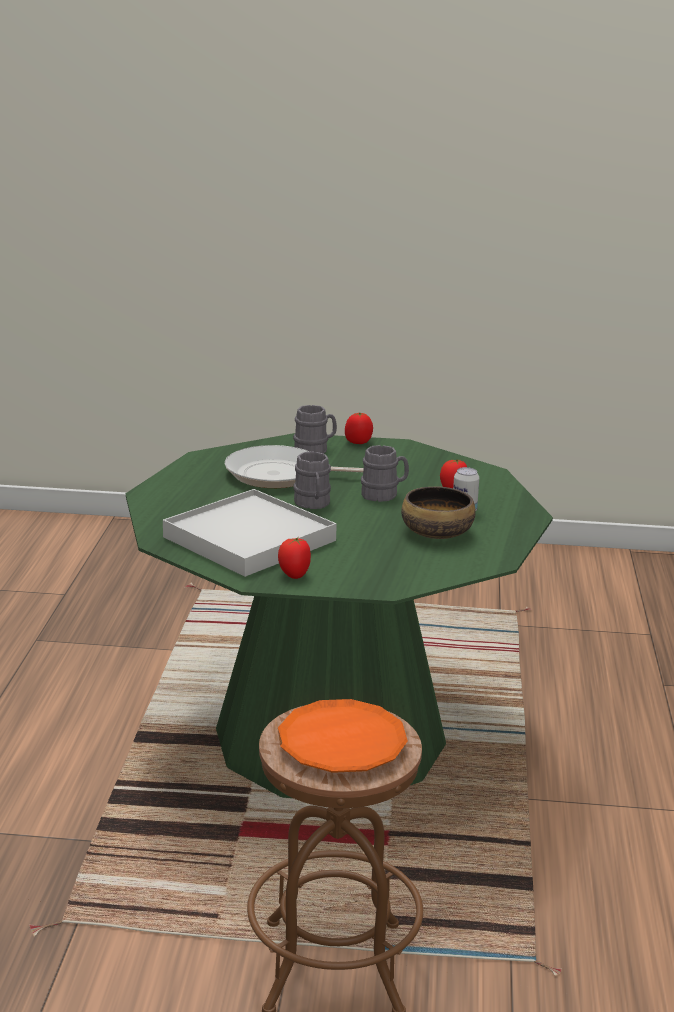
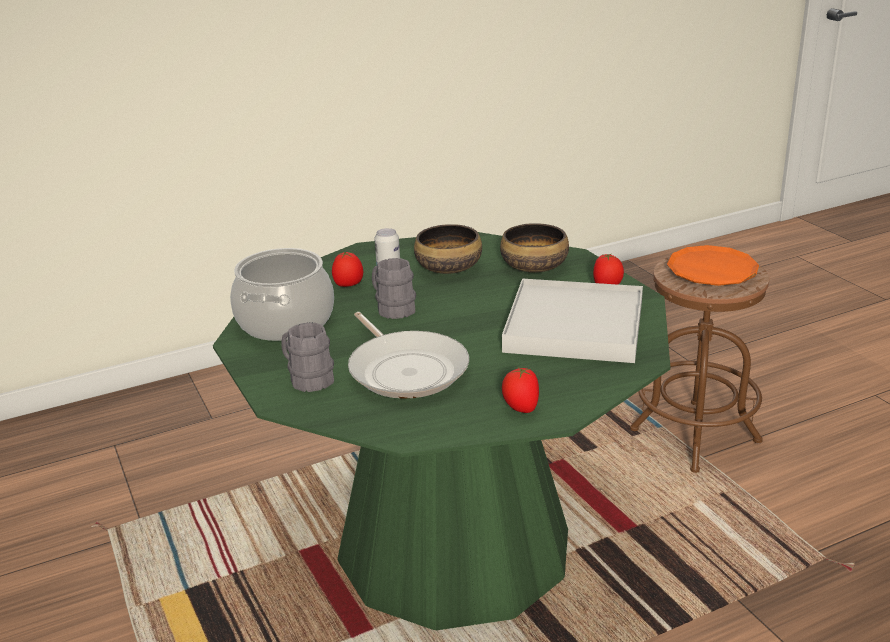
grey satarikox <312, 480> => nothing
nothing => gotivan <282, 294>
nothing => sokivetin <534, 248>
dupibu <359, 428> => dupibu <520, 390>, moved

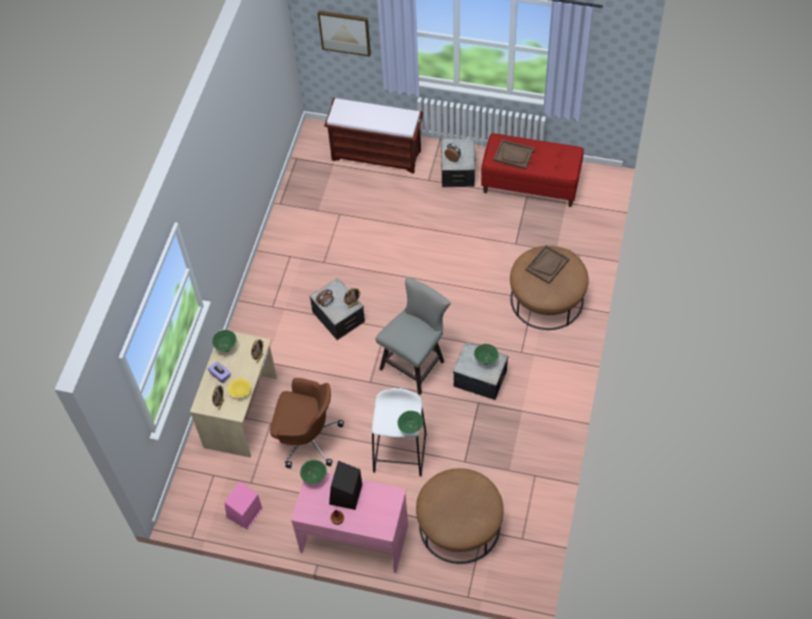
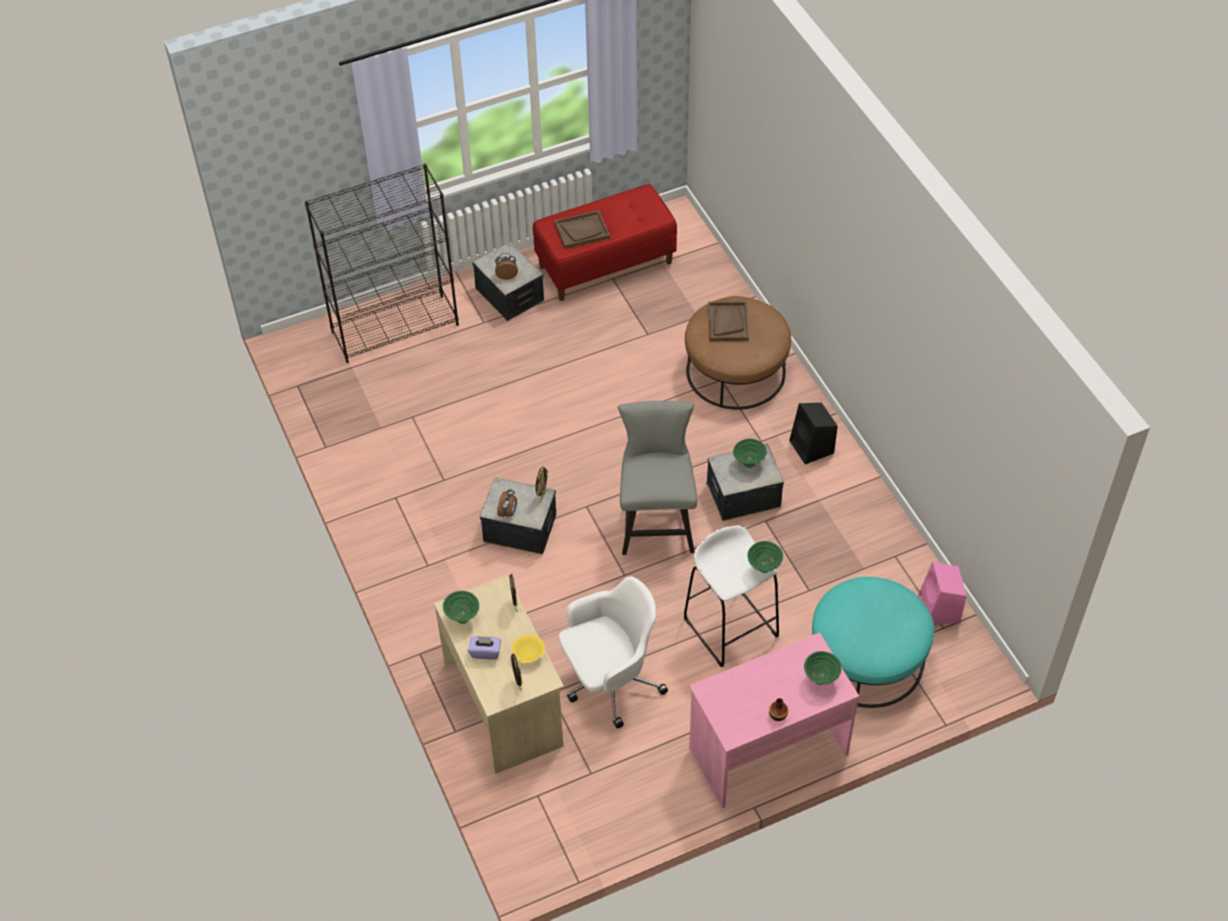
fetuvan <344, 34> => nothing
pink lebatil <243, 506> => pink lebatil <942, 593>, moved
green sokivetin <313, 472> => green sokivetin <822, 668>, moved
black lebatil <345, 485> => black lebatil <813, 433>, moved
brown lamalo <373, 136> => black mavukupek <382, 263>
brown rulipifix <307, 423> => white rulipifix <613, 652>
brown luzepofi <460, 516> => turquoise luzepofi <873, 642>

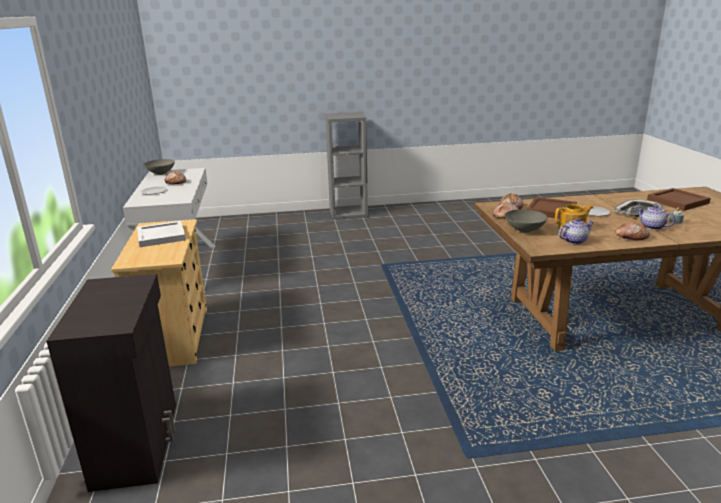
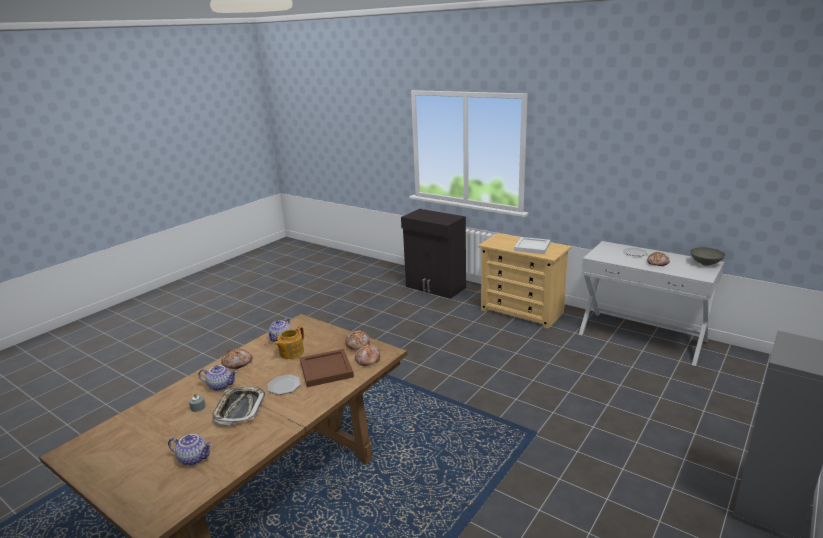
grey sokivetin <526, 221> => nothing
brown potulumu <679, 199> => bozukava <190, 450>

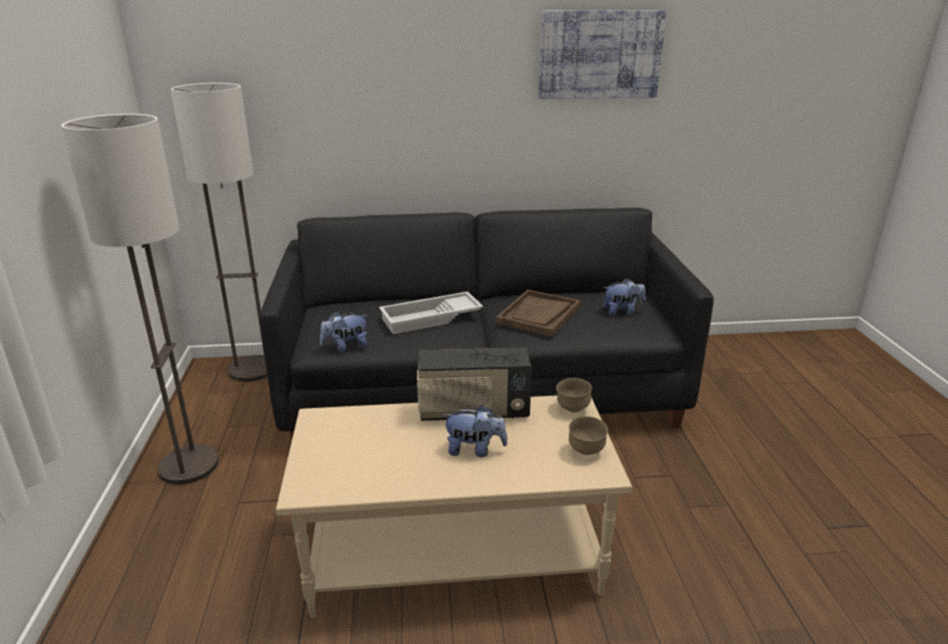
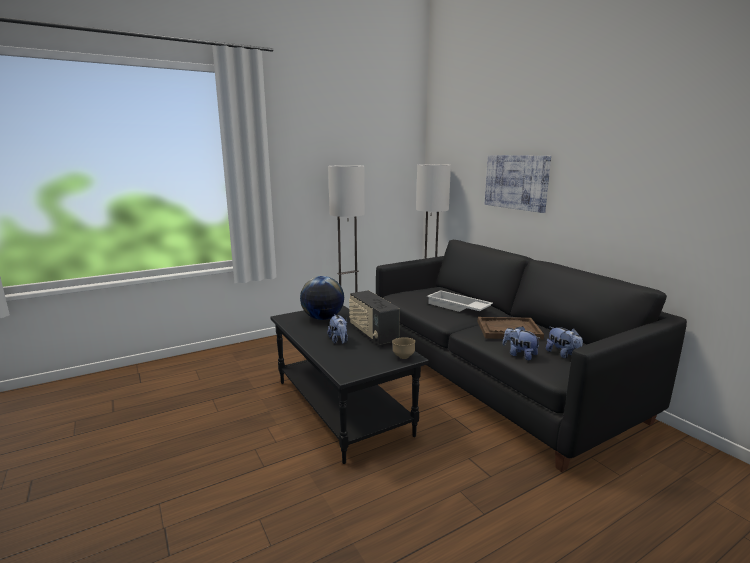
brown sokivetin <588, 435> => nothing
nothing => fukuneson <322, 298>
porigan <344, 331> => porigan <521, 343>, moved
fetuvan <602, 54> => fetuvan <518, 184>, moved
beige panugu <454, 506> => black panugu <350, 384>

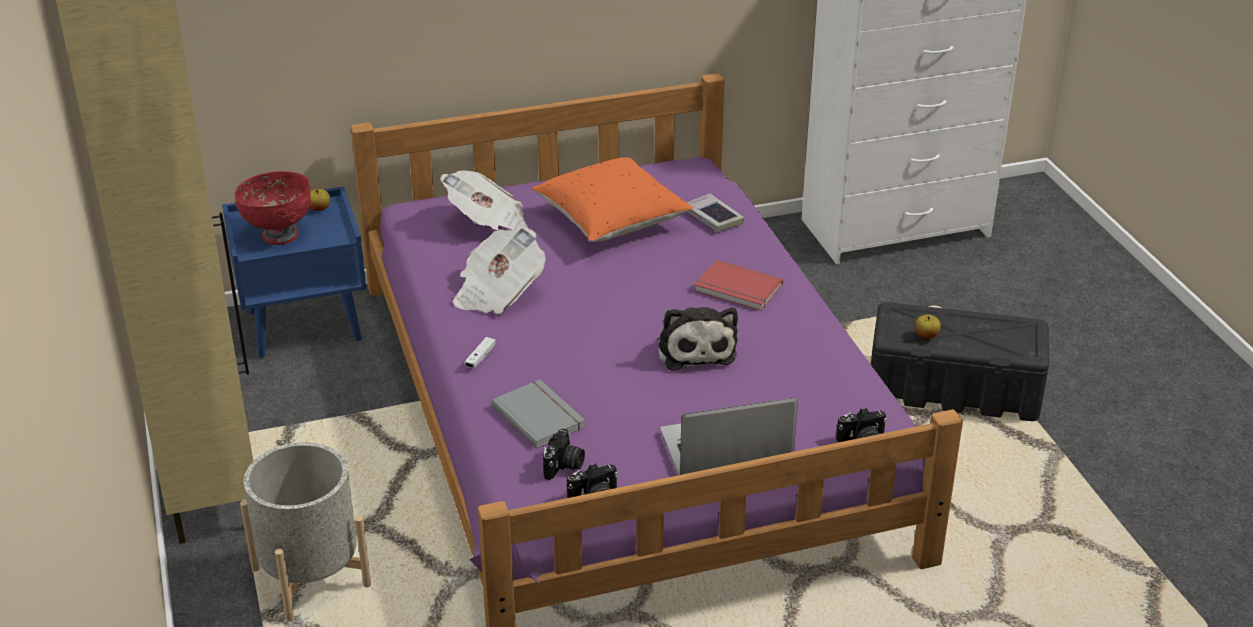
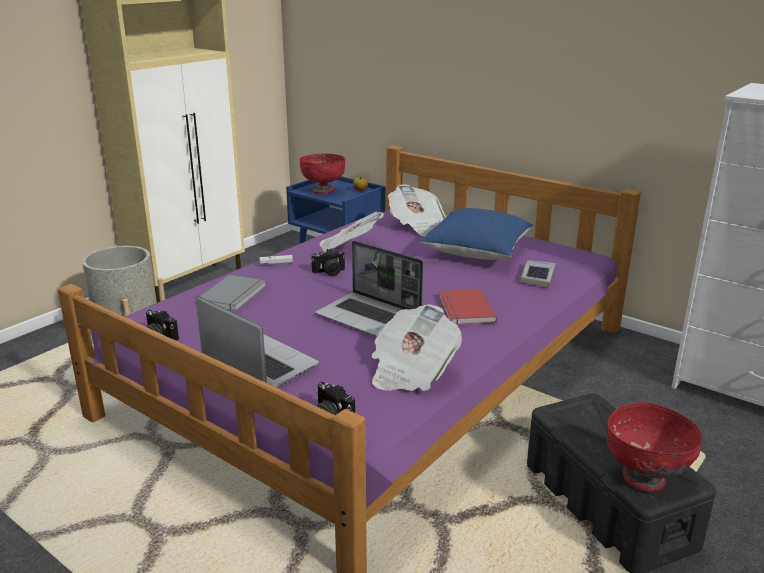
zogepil <928, 326> => nothing
nothing => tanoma <416, 347>
nothing => red sokivetin <654, 447>
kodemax <564, 454> => kodemax <328, 262>, moved
porigan <698, 339> => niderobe <369, 288>
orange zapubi <612, 199> => blue zapubi <476, 234>

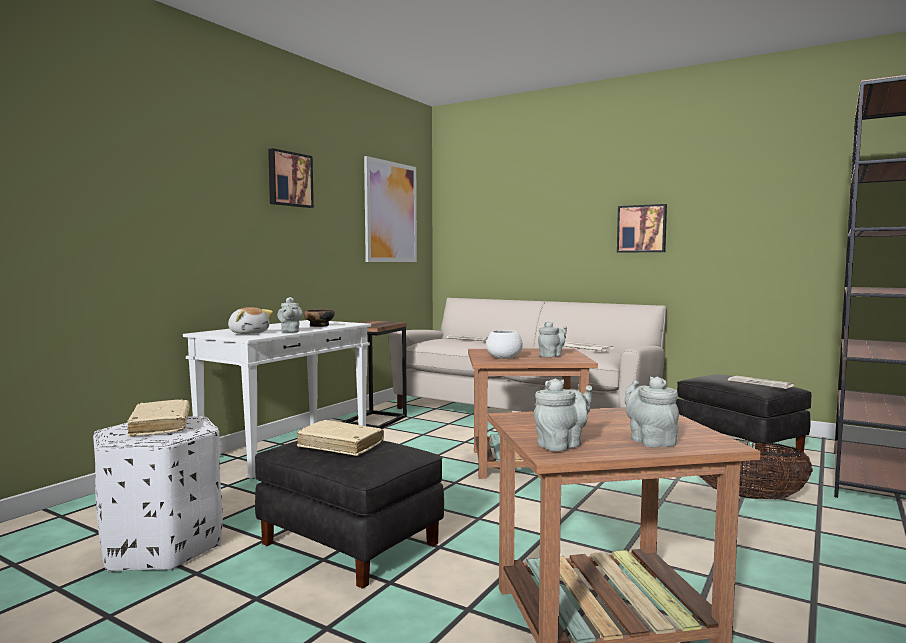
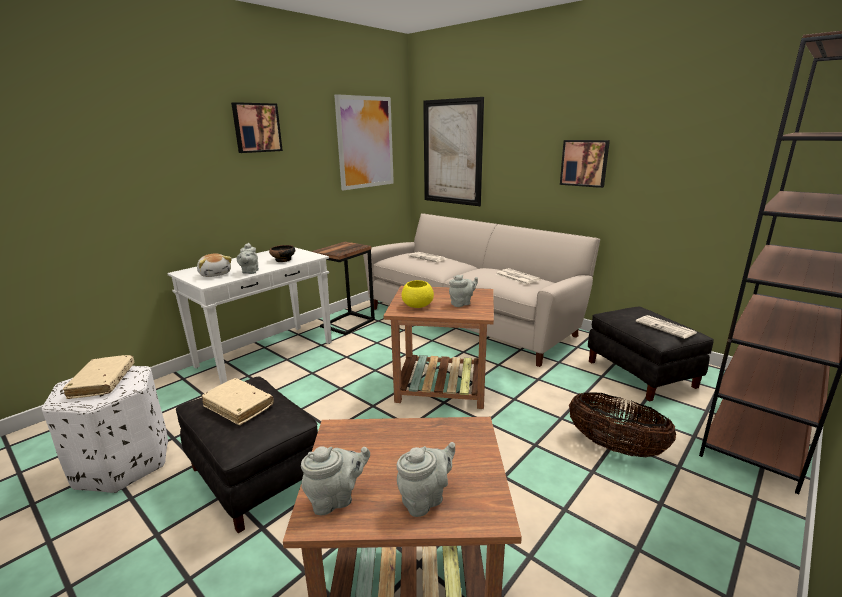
nothing => fetuvan <453, 151>
white sokivetin <504, 344> => yellow sokivetin <418, 294>
grey bozukava <652, 412> => grey bozukava <426, 479>, 60 degrees clockwise

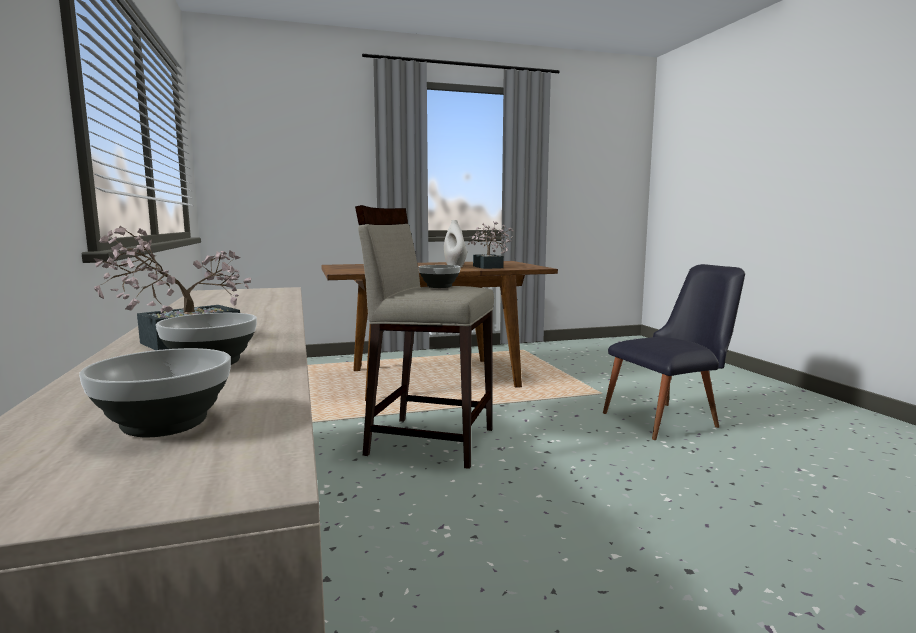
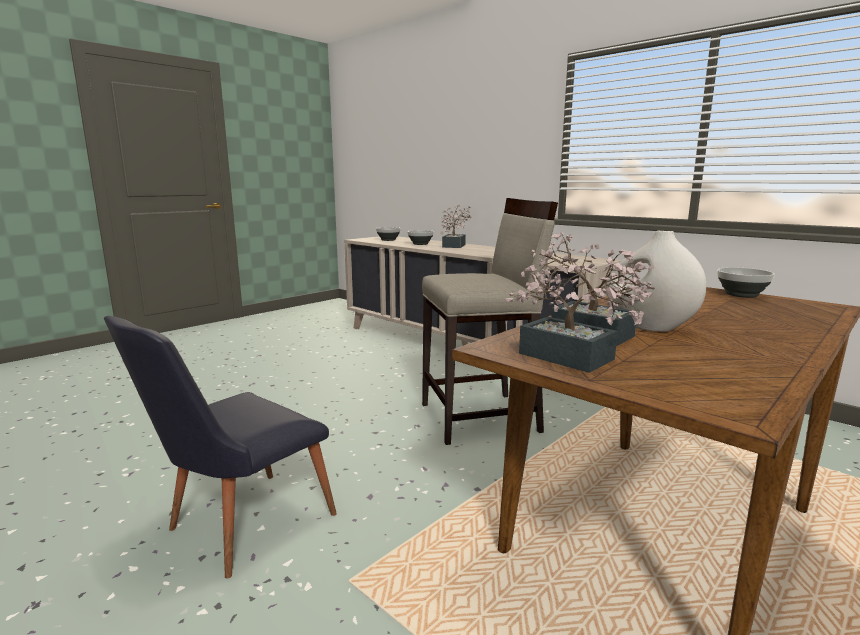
nothing => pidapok <579, 311>
sokivetin <439, 276> => sokivetin <746, 282>, moved

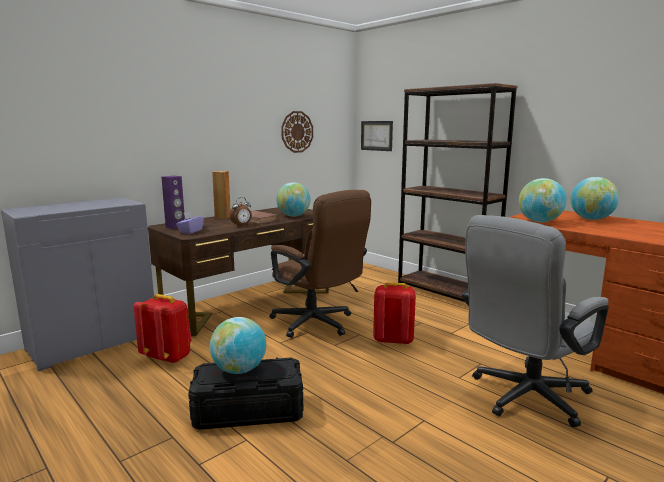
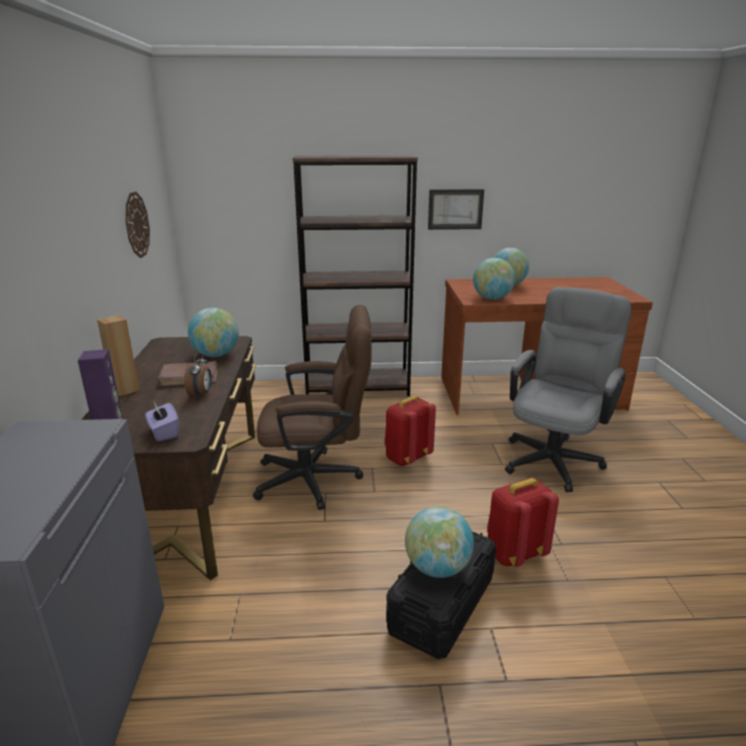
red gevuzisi <162, 329> => red gevuzisi <523, 522>, moved
fetuvan <377, 136> => fetuvan <456, 209>, moved
grey rulipifix <535, 321> => grey rulipifix <568, 389>, 150 degrees counterclockwise

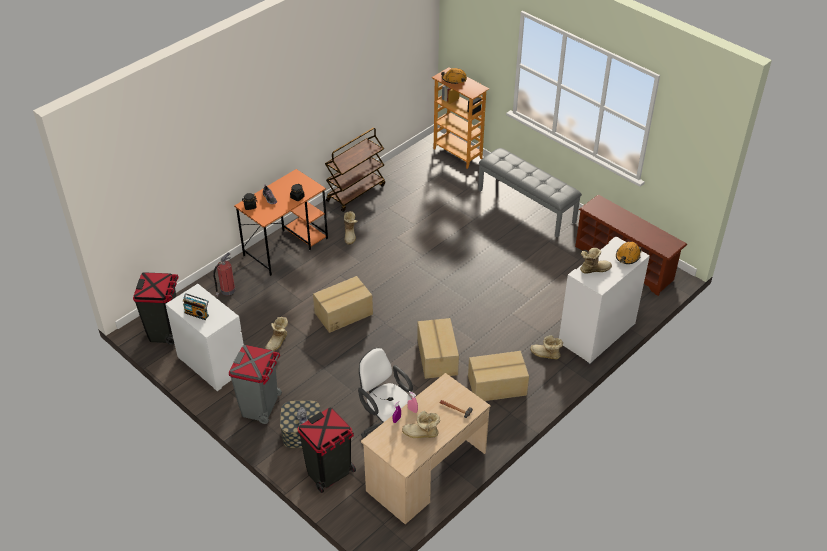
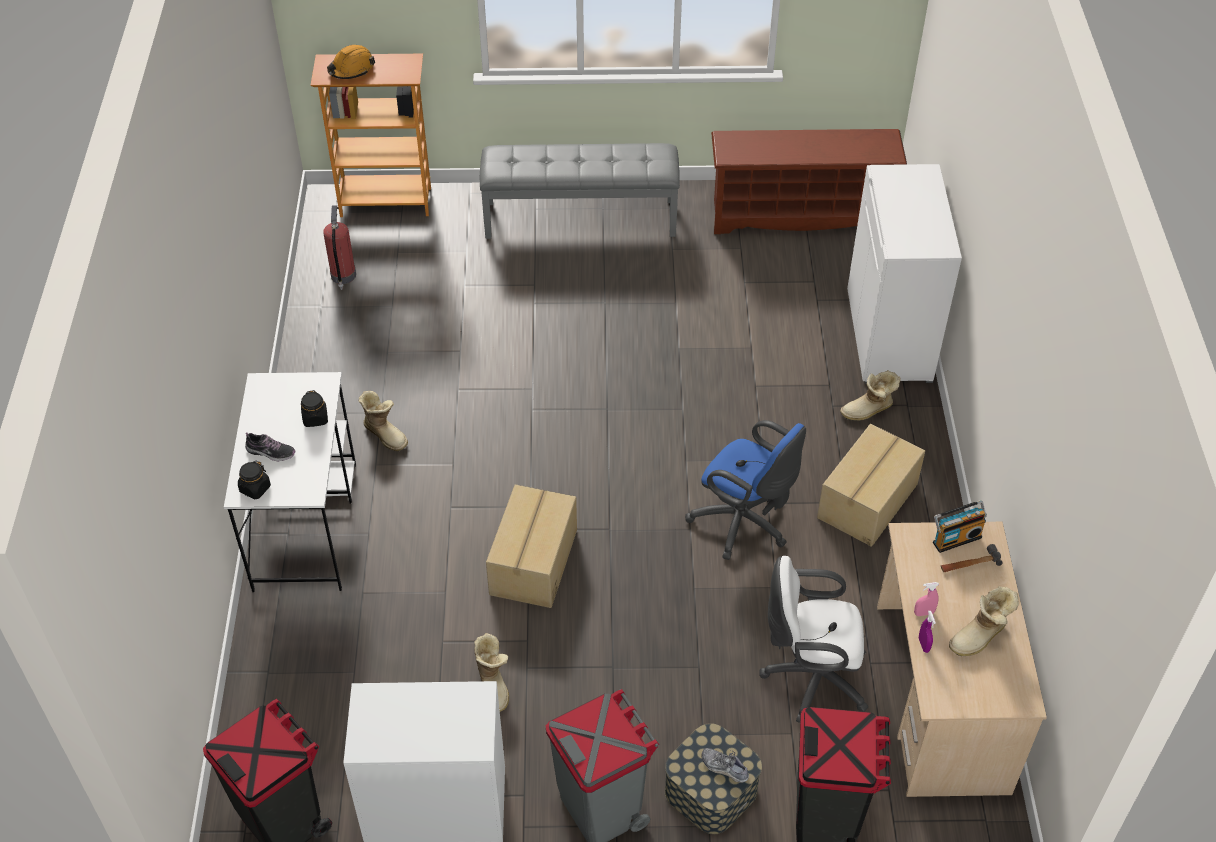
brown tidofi <355, 170> => nothing
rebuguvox <596, 260> => nothing
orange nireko <629, 253> => nothing
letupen <196, 306> => letupen <960, 526>, moved
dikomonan <224, 274> => dikomonan <339, 248>, moved
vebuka <438, 348> => blue rulipifix <745, 490>
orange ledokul <281, 222> => white ledokul <290, 482>

